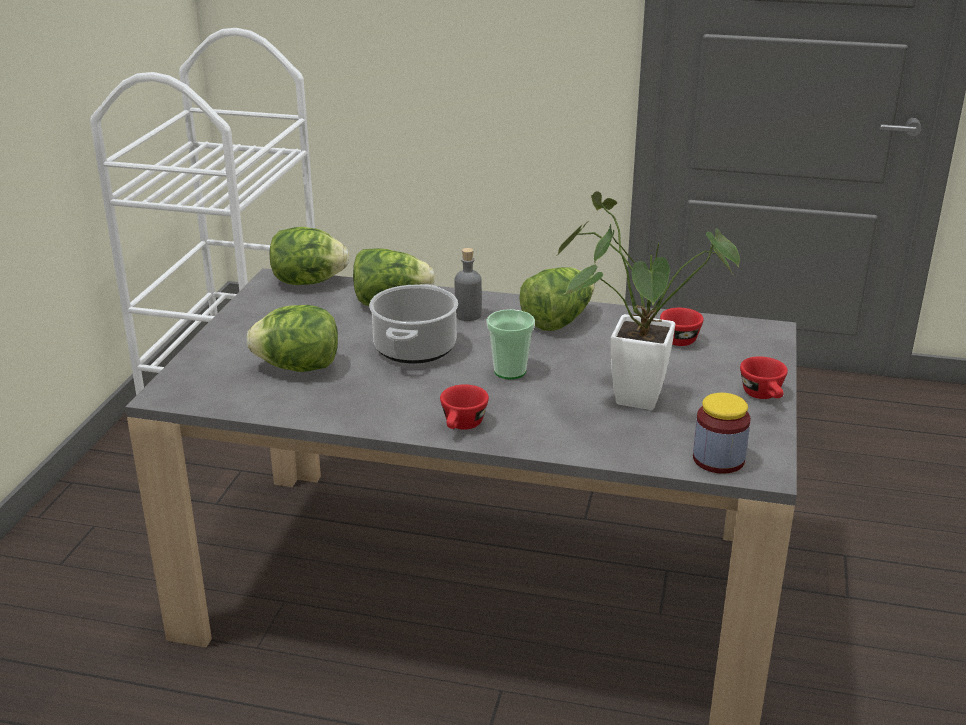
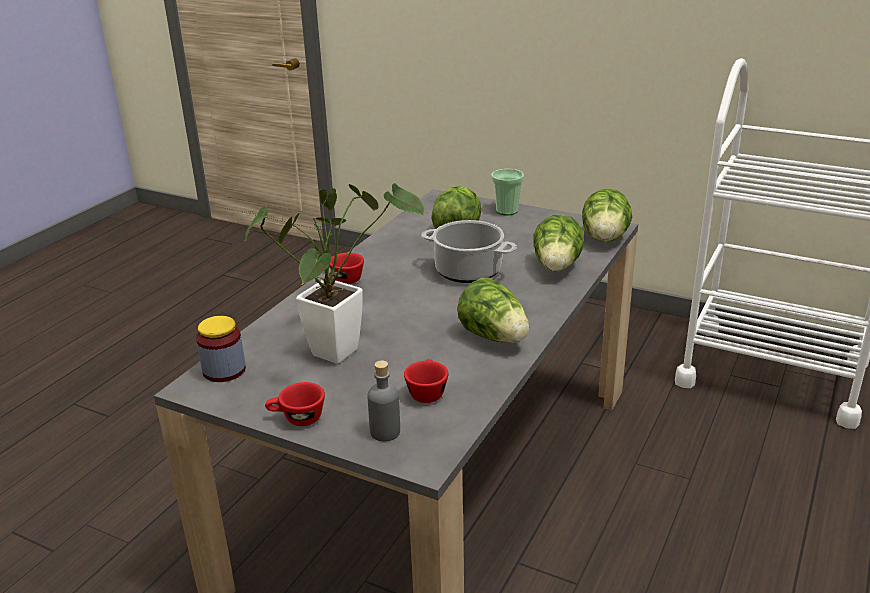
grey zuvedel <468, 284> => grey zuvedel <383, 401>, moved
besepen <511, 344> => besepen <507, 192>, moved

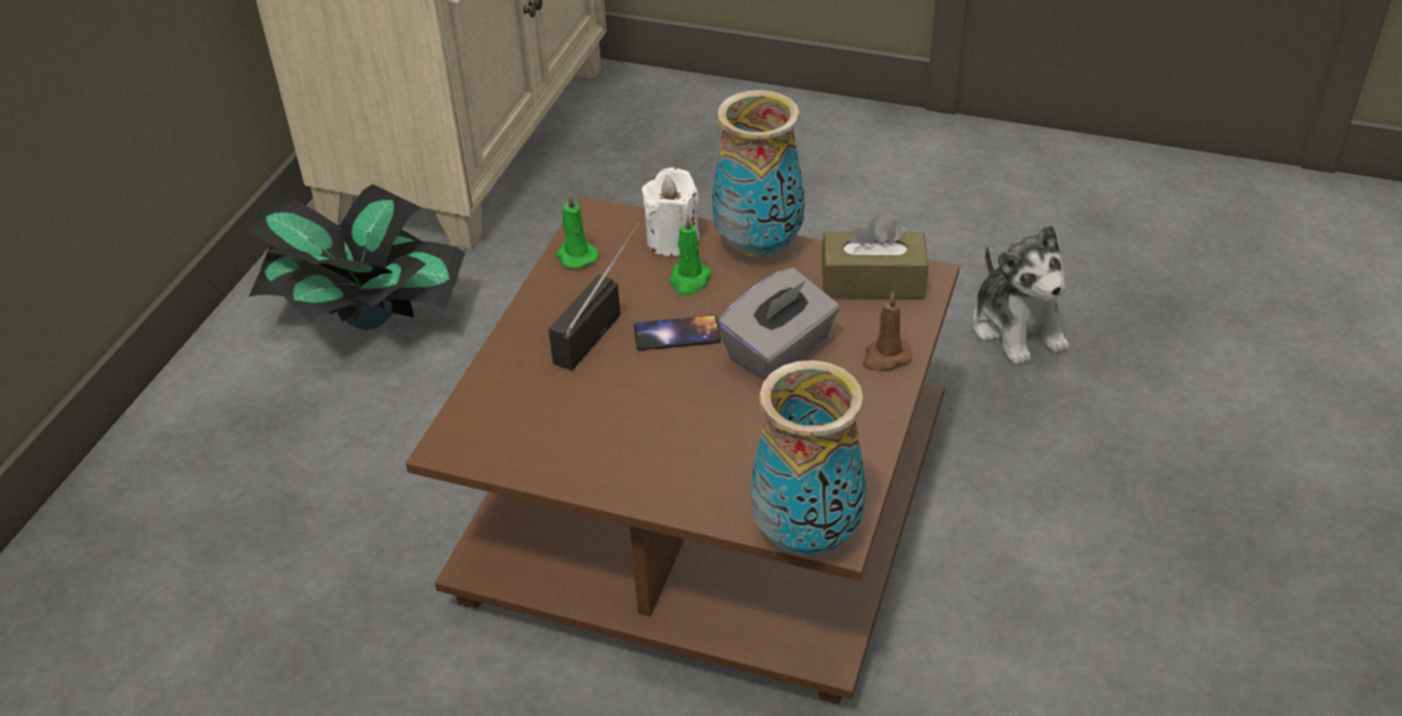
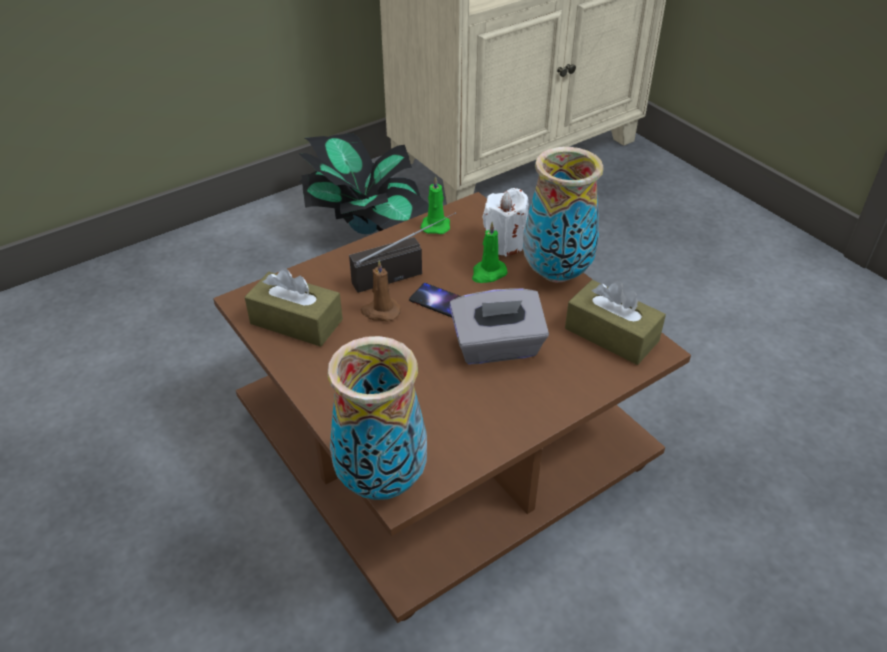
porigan <1020, 295> => nothing
nothing => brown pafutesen <294, 307>
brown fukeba <887, 331> => brown fukeba <381, 291>, moved

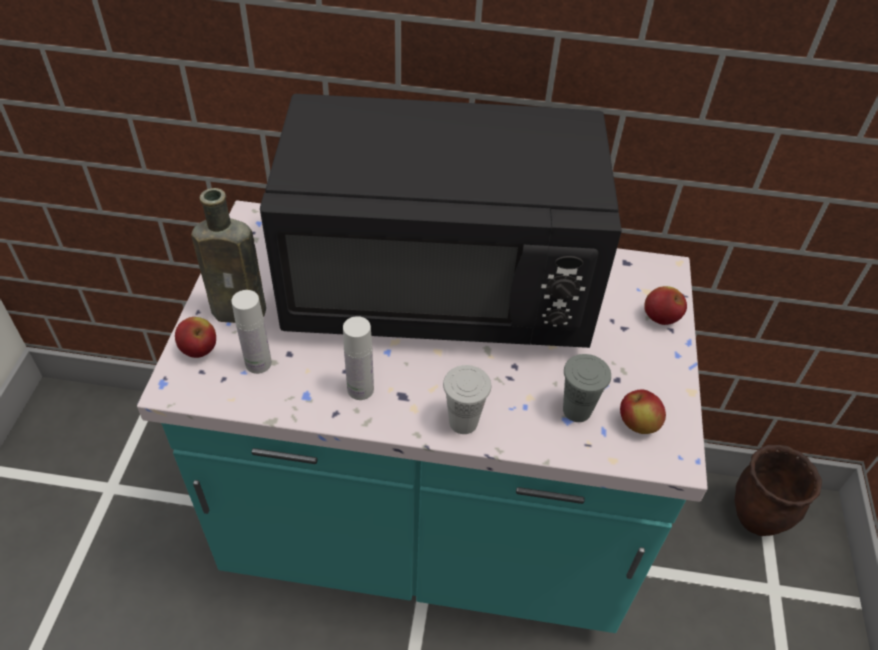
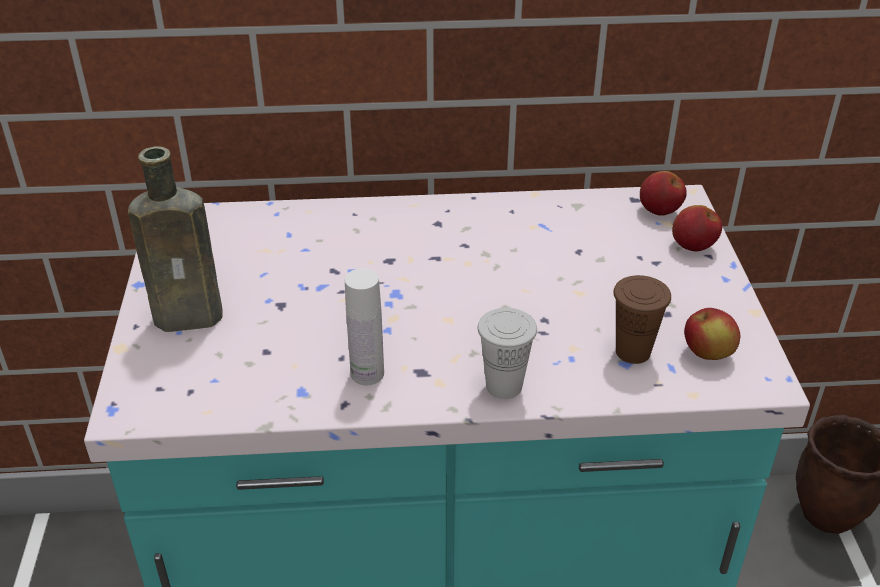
white zuvedel <251, 332> => nothing
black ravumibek <441, 221> => nothing
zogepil <195, 337> => zogepil <663, 193>, moved
grey besepen <587, 388> => brown besepen <642, 319>

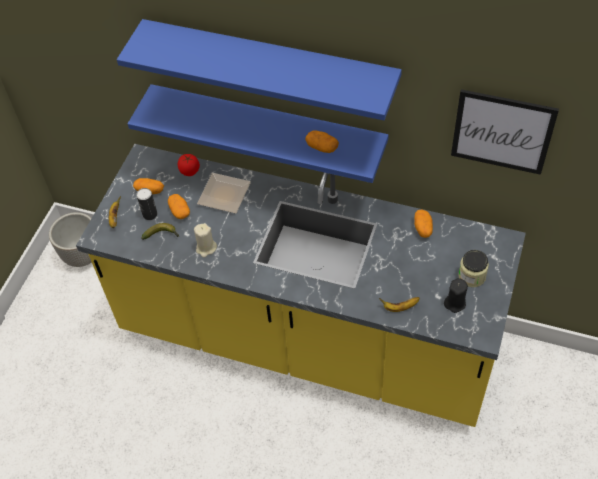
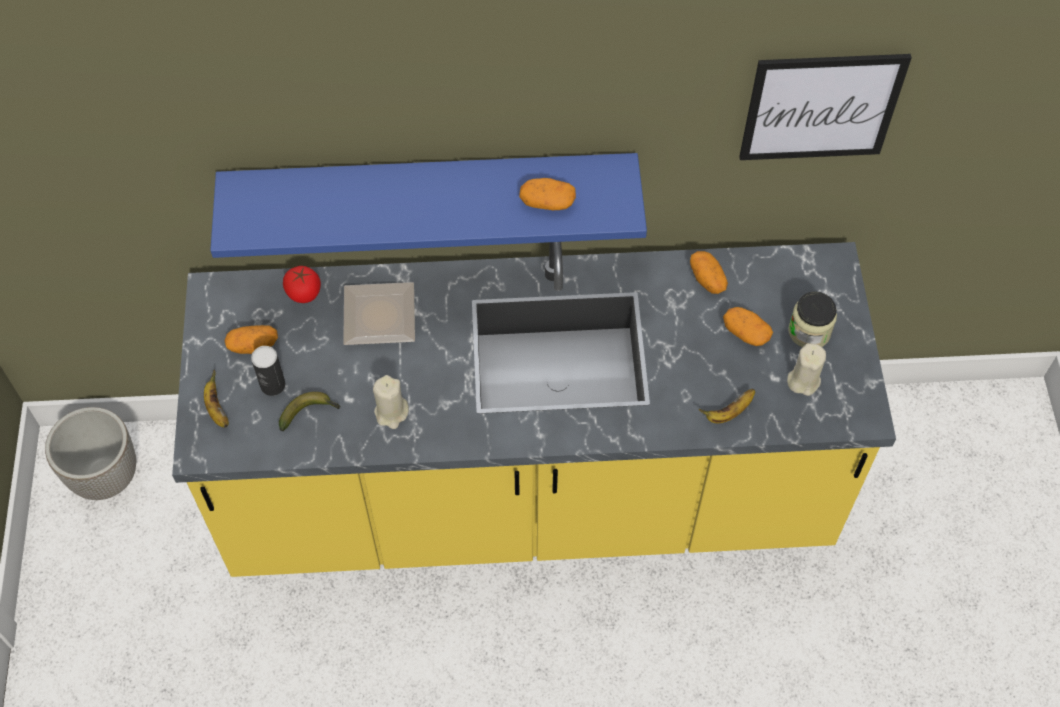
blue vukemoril <259, 69> => nothing
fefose <179, 206> => fefose <748, 326>, moved
black fukeba <456, 295> => beige fukeba <806, 369>

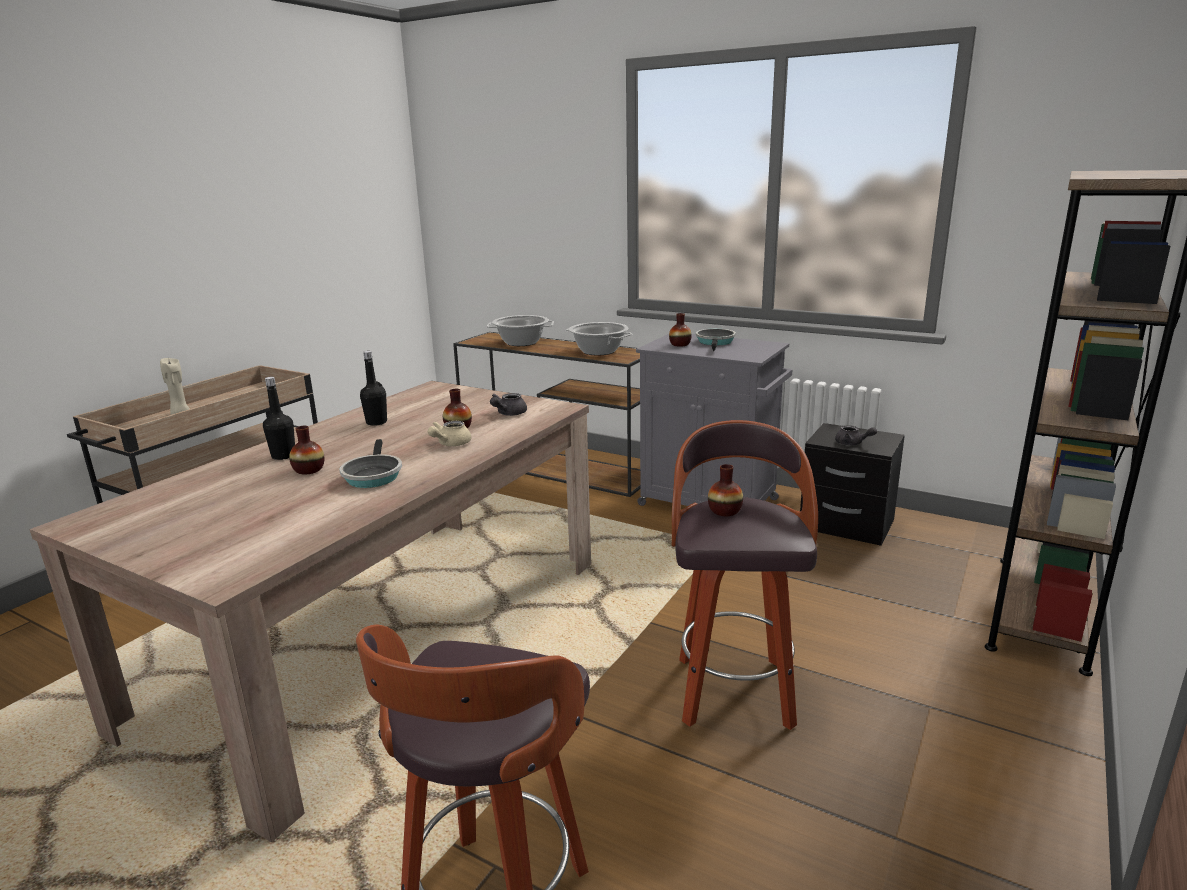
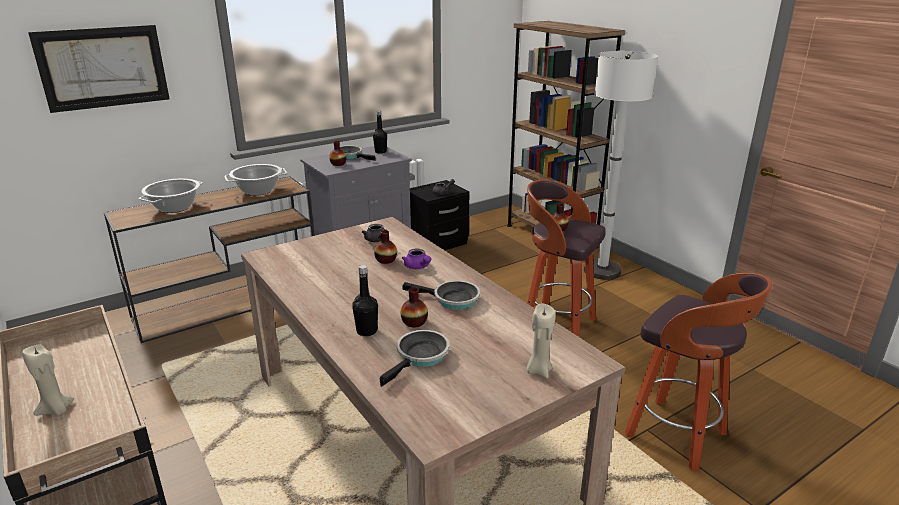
nothing => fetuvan <99, 69>
nothing => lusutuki <415, 358>
nothing => beige fukeba <541, 341>
nothing => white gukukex <621, 165>
black zuvedel <373, 388> => black zuvedel <380, 132>, moved
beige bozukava <449, 433> => purple bozukava <416, 259>

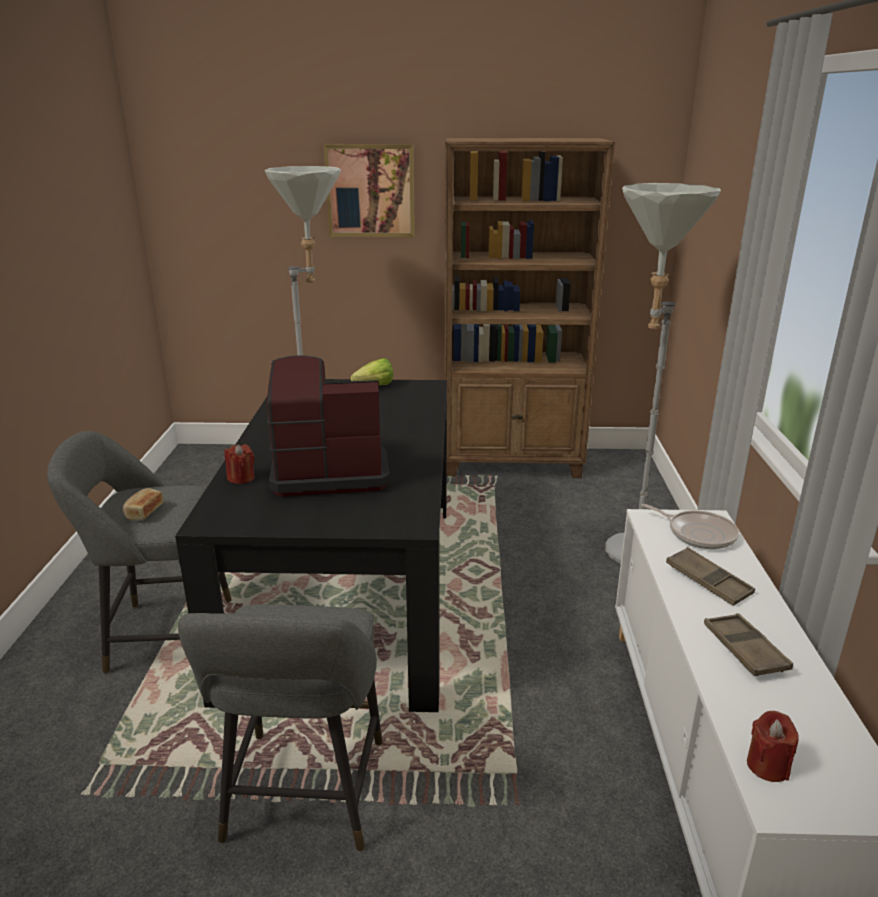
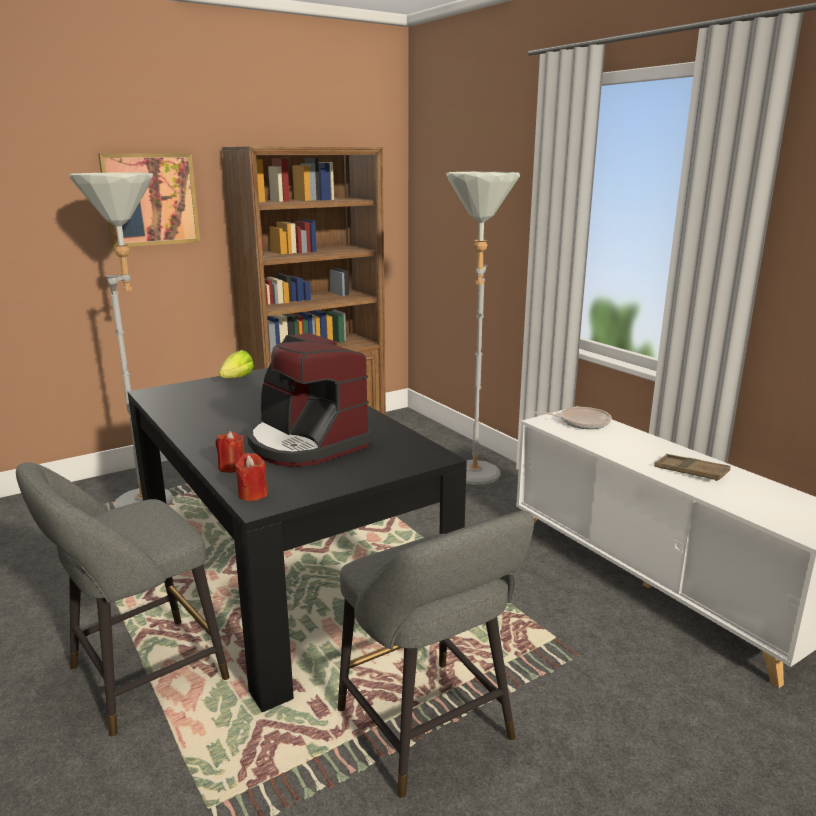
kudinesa <143, 504> => nothing
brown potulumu <710, 576> => nothing
red fukeba <773, 746> => red fukeba <251, 477>, moved
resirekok <328, 426> => resirekok <309, 400>, 90 degrees counterclockwise

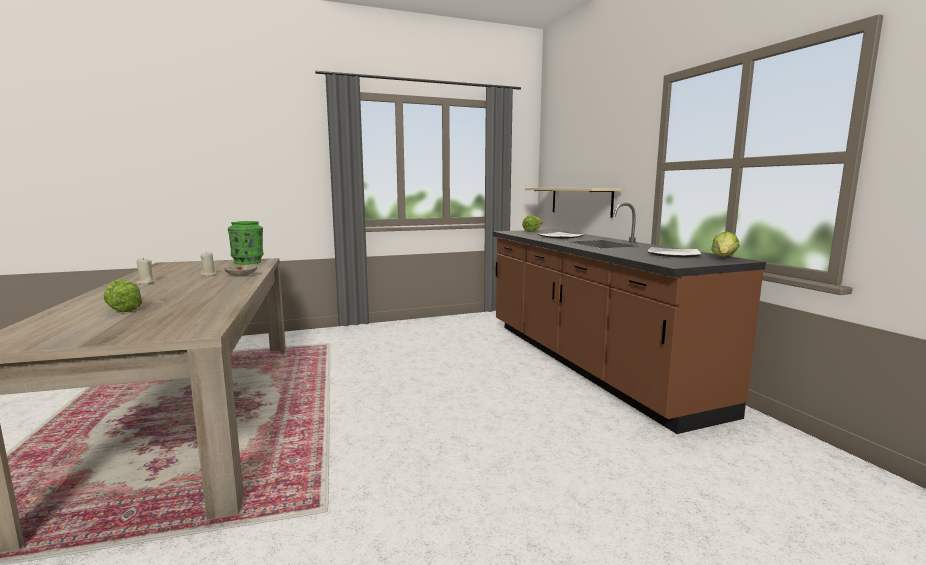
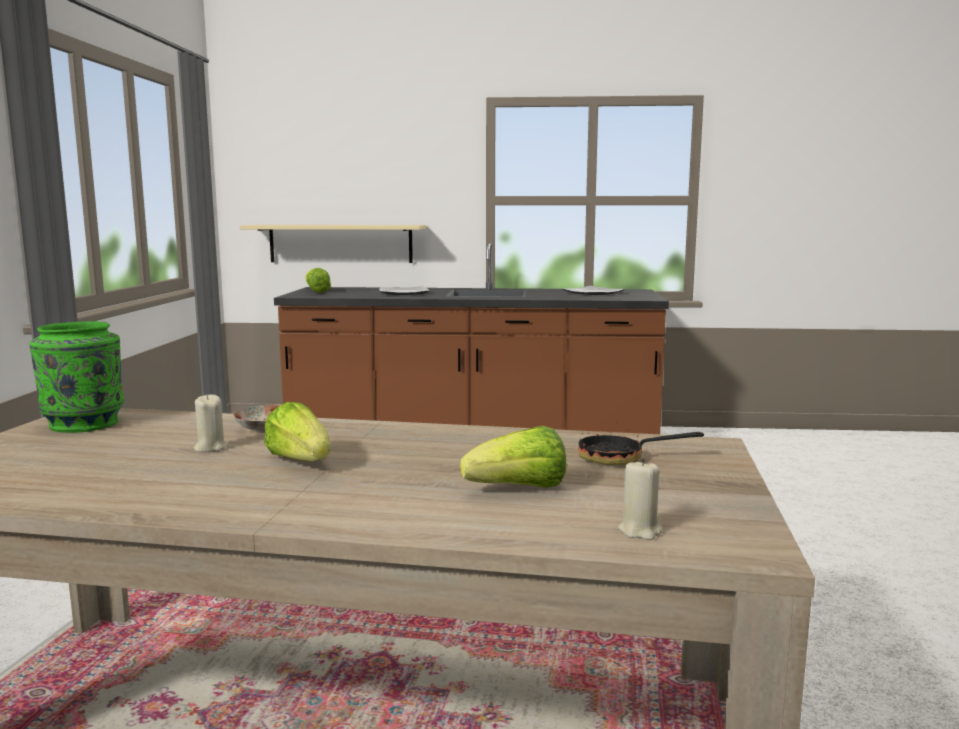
nothing => lusutuki <641, 447>
beige fukeba <146, 271> => beige fukeba <640, 499>, moved
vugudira <725, 244> => vugudira <297, 431>, moved

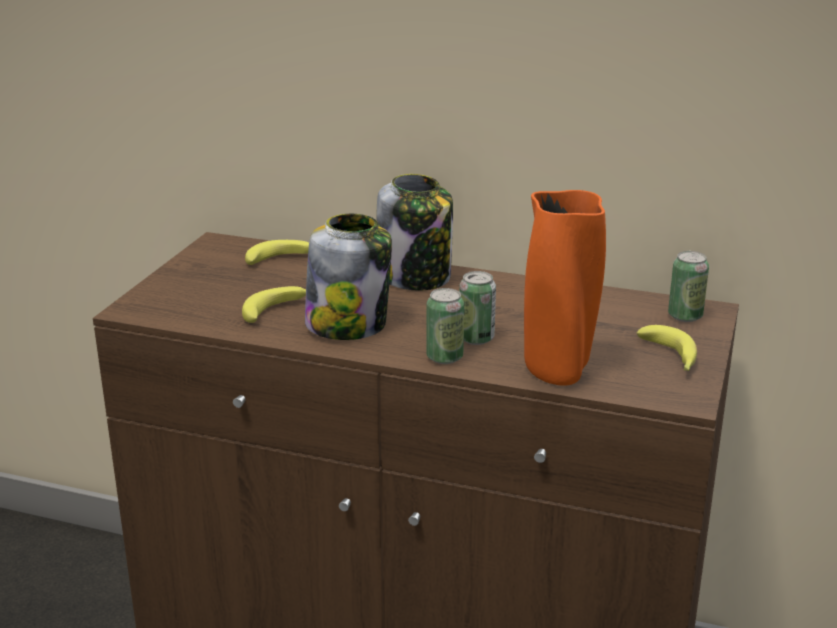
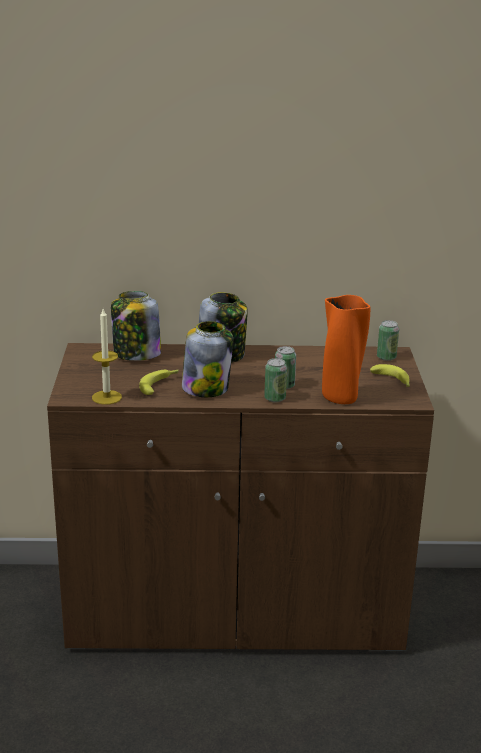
nothing => fukeba <107, 357>
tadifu <277, 252> => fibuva <136, 326>

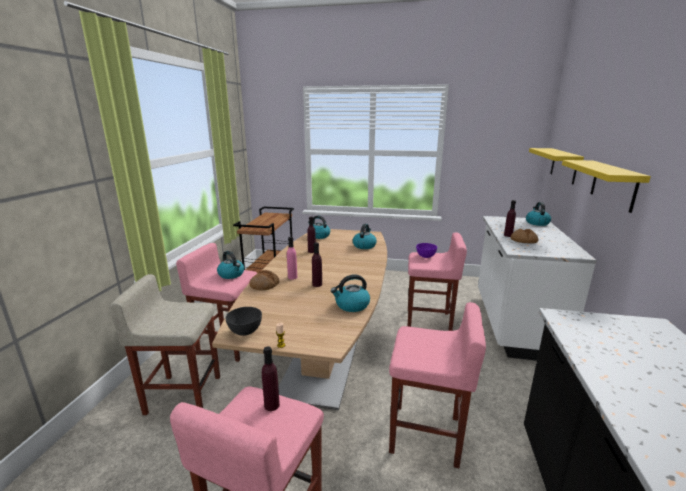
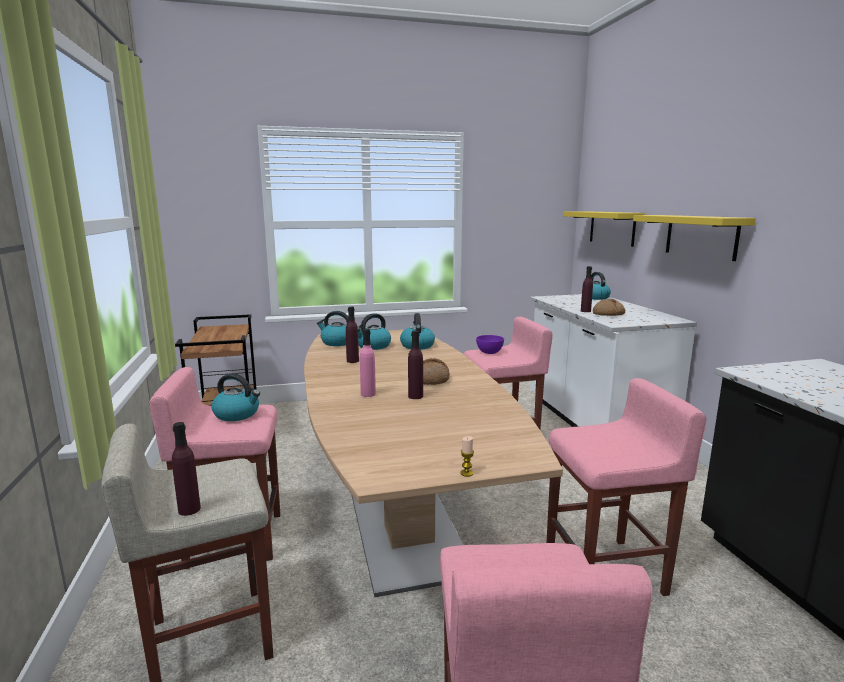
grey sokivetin <243, 321> => nothing
kudinesa <264, 280> => kudinesa <436, 371>, moved
purple zuvedel <271, 378> => purple zuvedel <186, 469>, moved
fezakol <350, 293> => fezakol <374, 331>, moved

